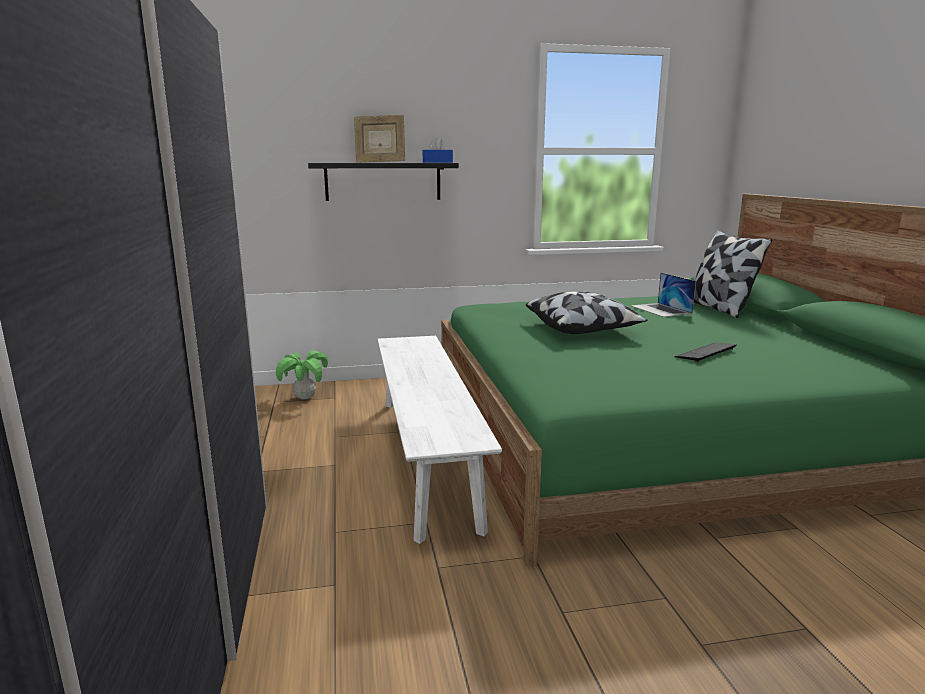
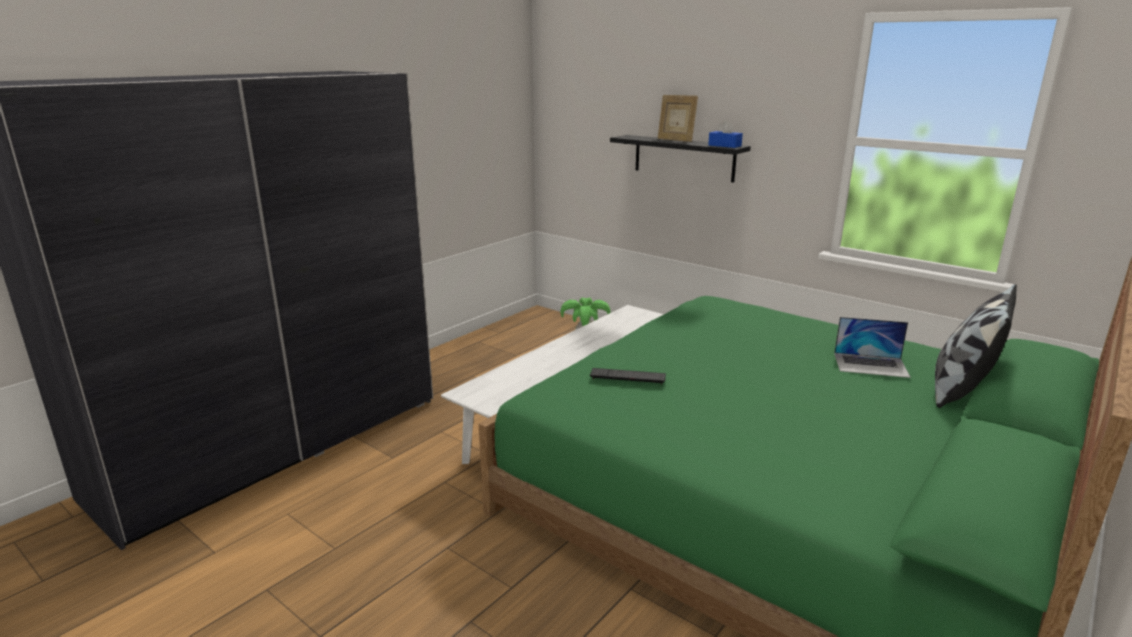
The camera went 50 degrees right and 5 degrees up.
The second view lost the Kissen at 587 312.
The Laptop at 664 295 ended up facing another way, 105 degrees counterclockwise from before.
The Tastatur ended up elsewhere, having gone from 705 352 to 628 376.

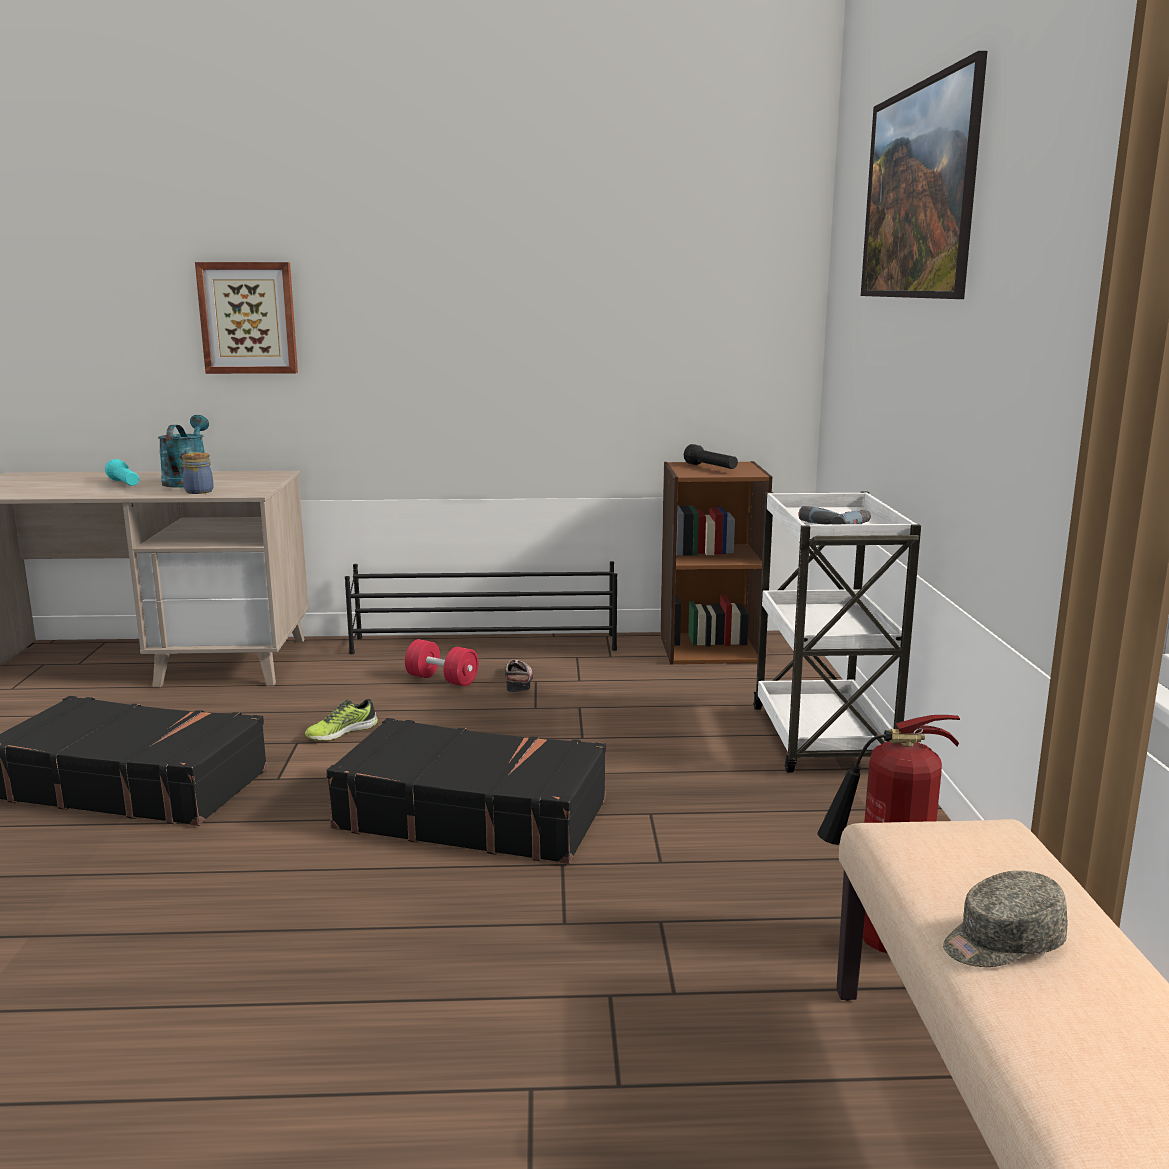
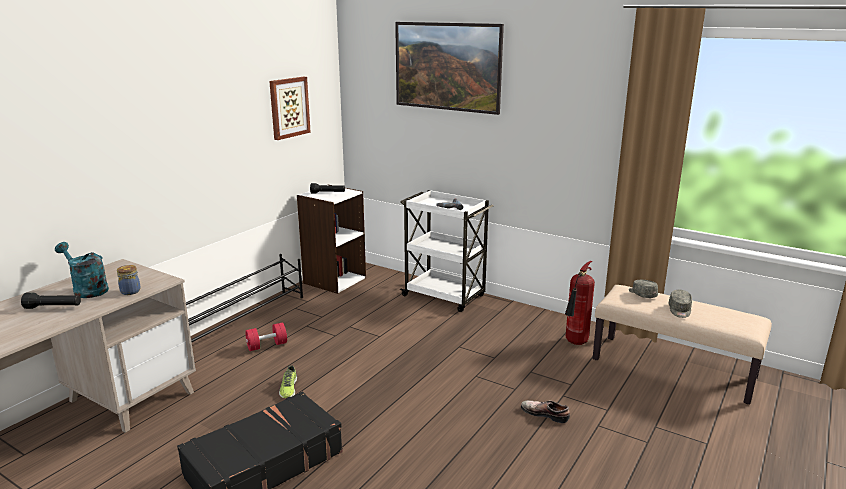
The camera went 55 degrees left and 5 degrees up.
What was the Taschenlampe/türkis at 122 472 turned into the Taschenlampe/schwarz at 51 300.
The Bild ended up elsewhere, having gone from 246 318 to 290 108.
The second view lost the Koffer/schwarz at 466 791.
The Schuh ended up elsewhere, having gone from 519 675 to 545 411.
What was the Bücherregal/braun at 716 563 turned into the Bücherregal/weiß at 331 241.
The second view gained the Kappe/grau at 643 289.

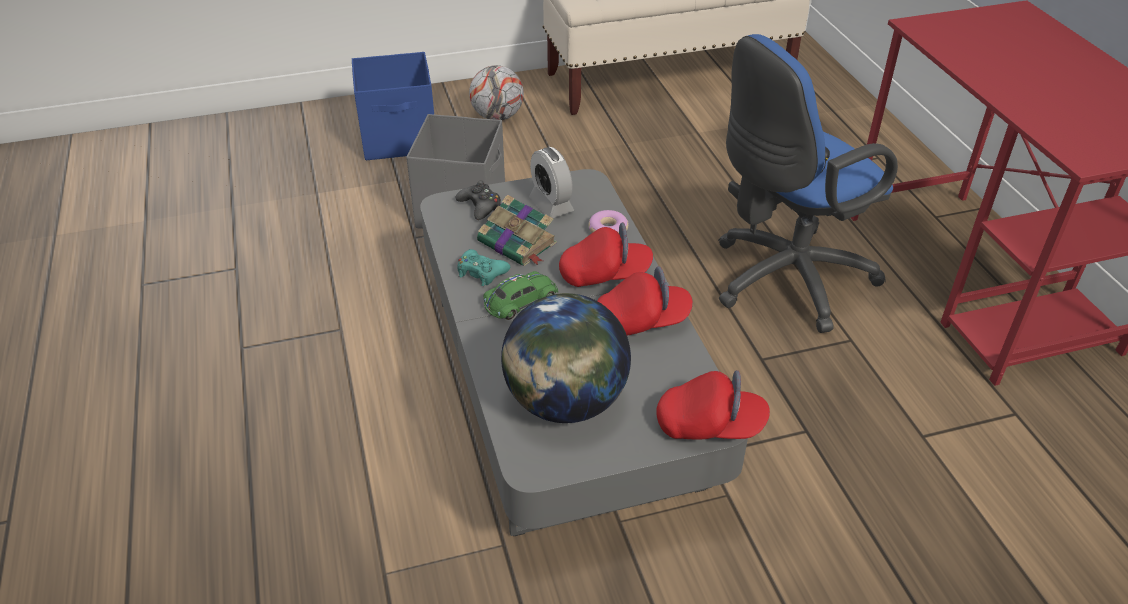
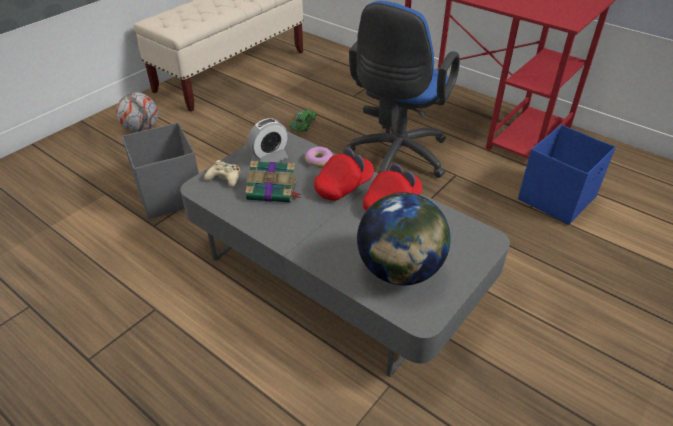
The camera went 35 degrees left and 0 degrees up.
The Aufbewahrungsbox/blau ended up elsewhere, having gone from 393 106 to 567 175.
What was the Gamepad/schwarz at 478 200 turned into the Gamepad/beige at 222 173.
The second view lost the Gamepad/türkis at 483 267.
The Spielzeugauto/grün ended up elsewhere, having gone from 521 295 to 303 121.
The Wecker at 551 182 ended up facing another way, 60 degrees counterclockwise from before.
The second view lost the Kappe/rot at 713 405.

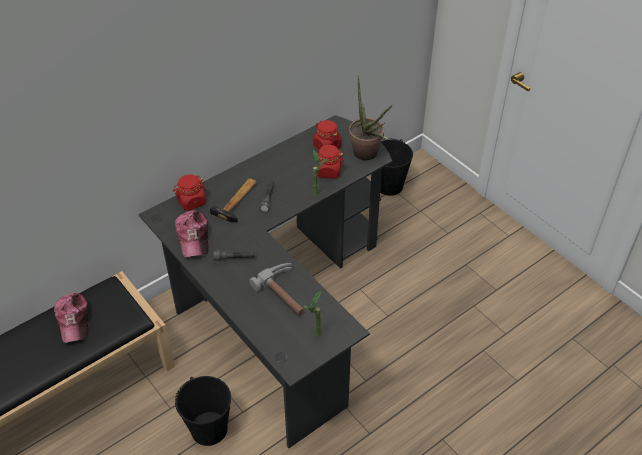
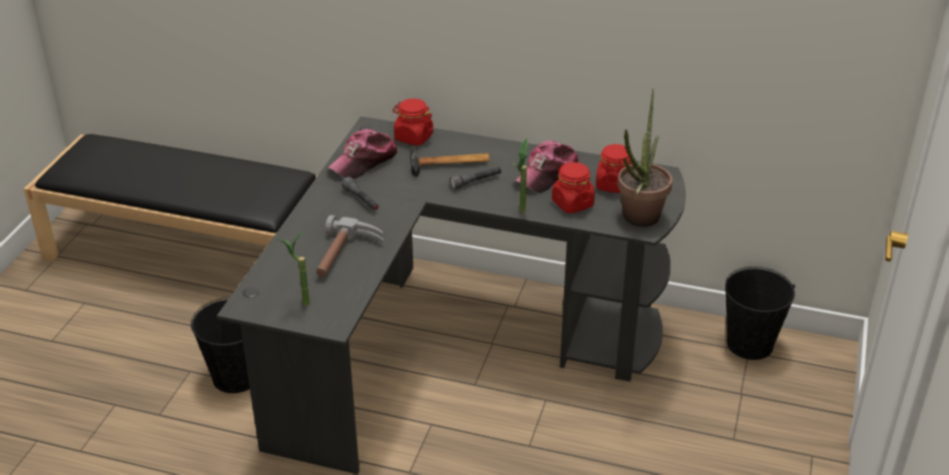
The camera went 55 degrees right and 10 degrees down.
The Kappe ended up elsewhere, having gone from 71 318 to 547 167.

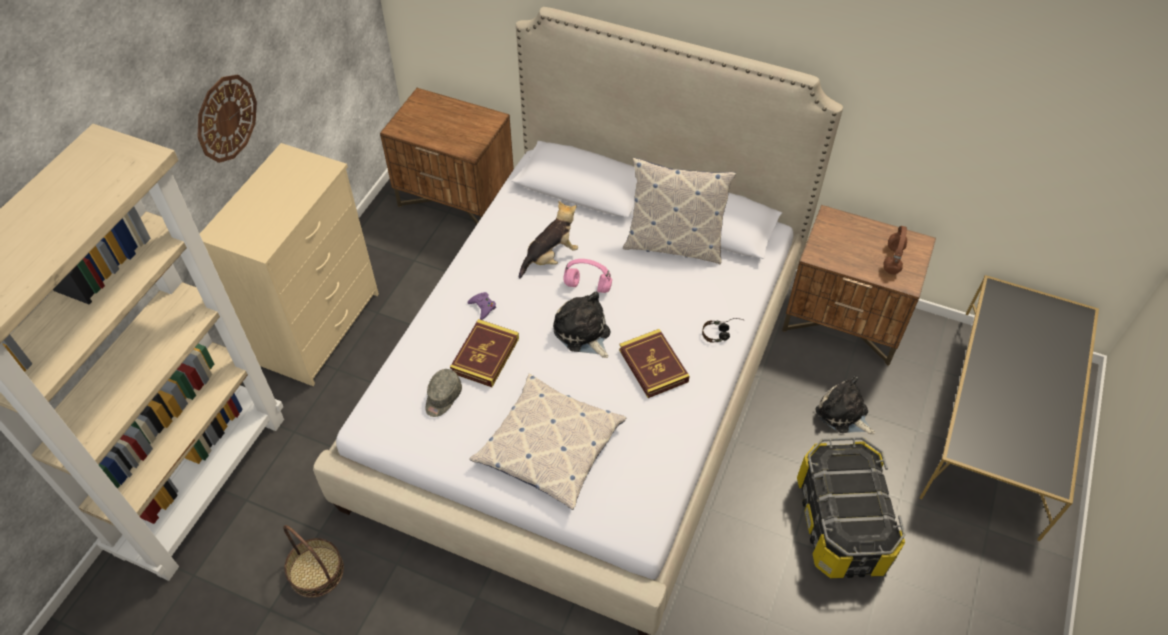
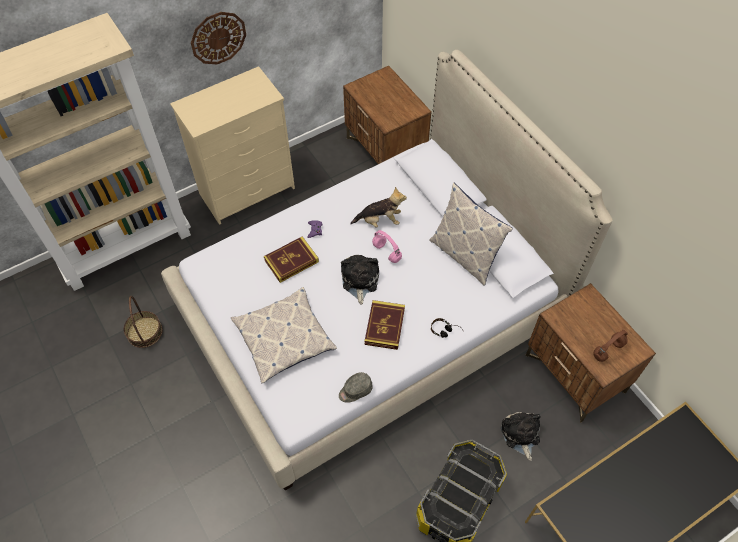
The camera went 35 degrees right and 5 degrees up.
The Kappe/grau ended up elsewhere, having gone from 444 393 to 356 387.

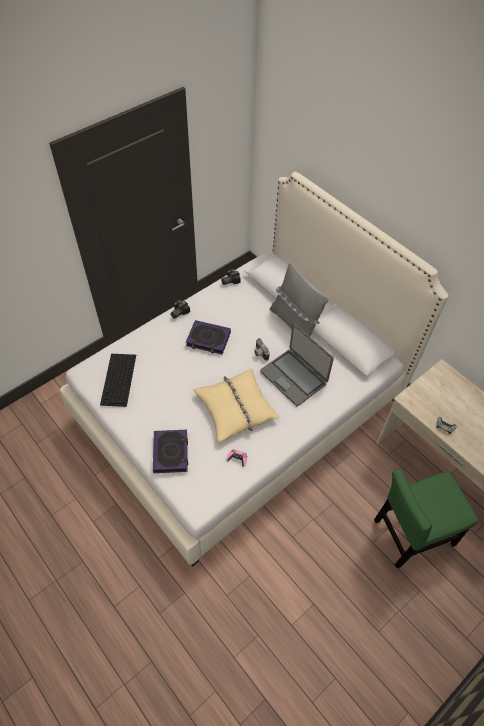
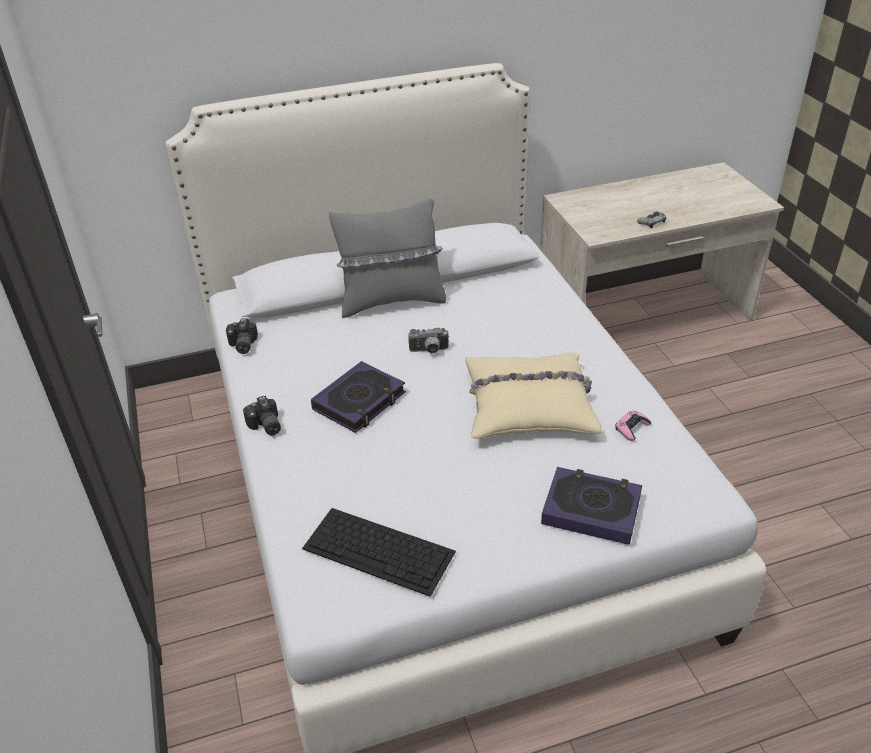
The camera went 65 degrees left and 15 degrees down.
The second view lost the Laptop at 297 365.
The second view lost the Stuhl/grün at 426 518.

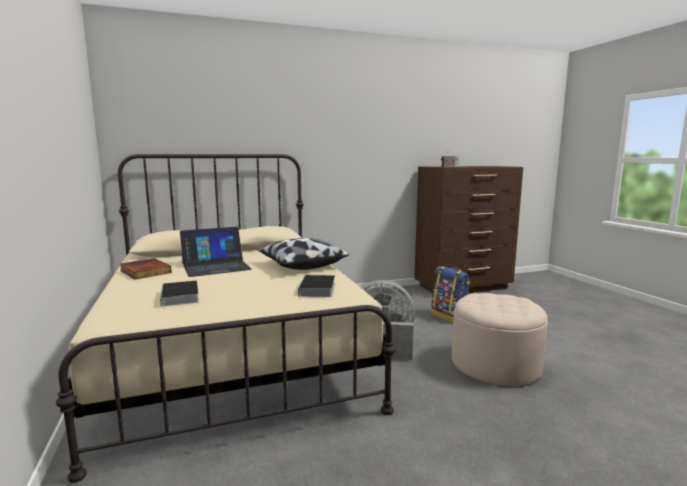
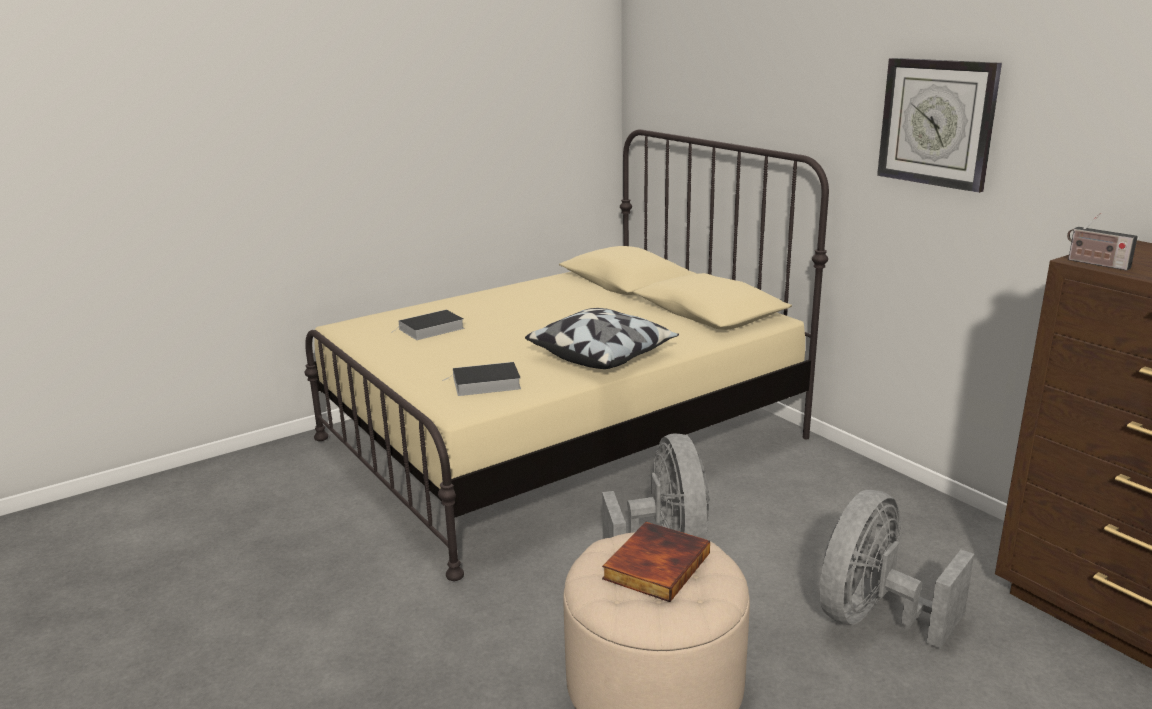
The camera went 75 degrees right and 10 degrees up.
The Buch ended up elsewhere, having gone from 146 269 to 656 562.
The second view lost the Laptop at 216 252.
Where the Rucksack stood at 450 294, the Ventilator/grau came to stand at 897 569.
The second view gained the Wanduhr at 939 125.

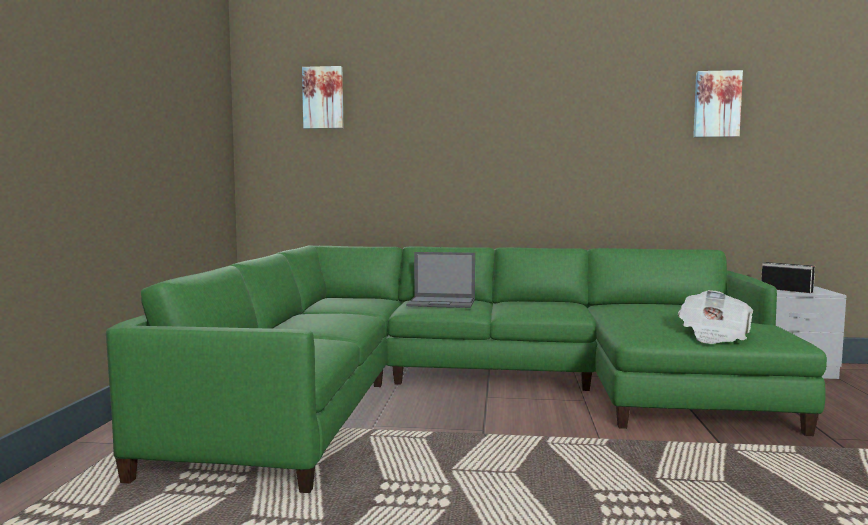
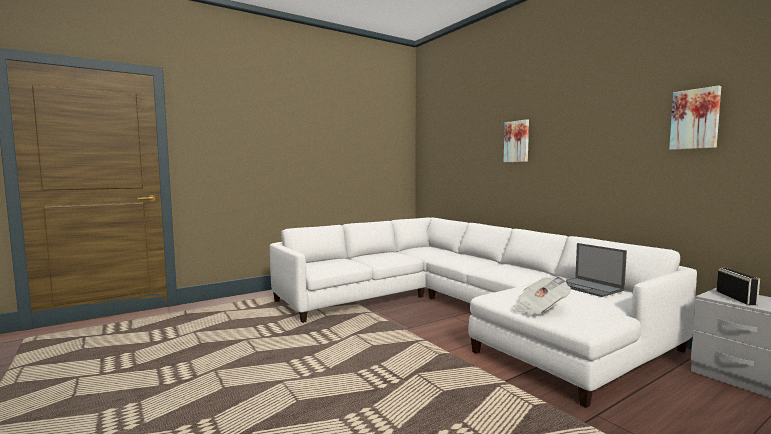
The camera went 50 degrees right and 0 degrees up.
What was the Sofa/grün at 466 369 turned into the Sofa/weiß at 483 312.
The Bild ended up elsewhere, having gone from 322 97 to 516 140.
The Laptop ended up elsewhere, having gone from 440 280 to 596 270.

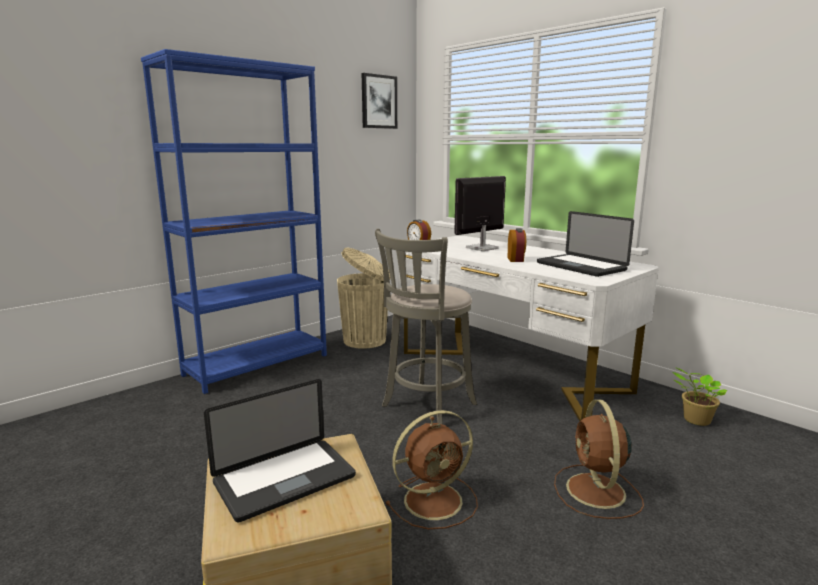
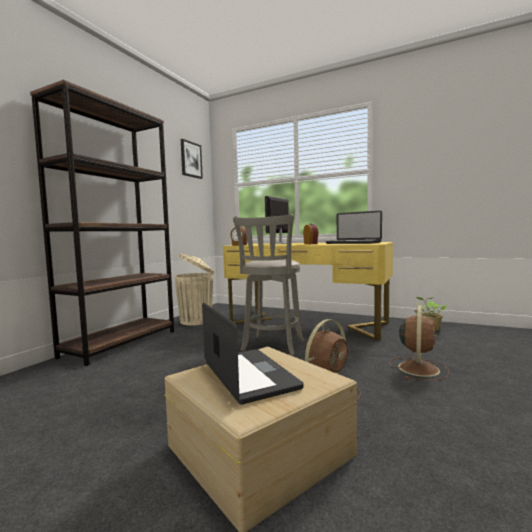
The camera went 20 degrees left and 10 degrees down.
What was the Bücherregal/blau at 234 221 turned into the Bücherregal/braun at 102 223.
The Laptop at 280 450 ended up facing another way, 60 degrees counterclockwise from before.
What was the Schreibtisch/weiß at 528 328 turned into the Schreibtisch/gelb at 308 291.
The Ventilator/braun at 599 459 ended up facing another way, 135 degrees counterclockwise from before.

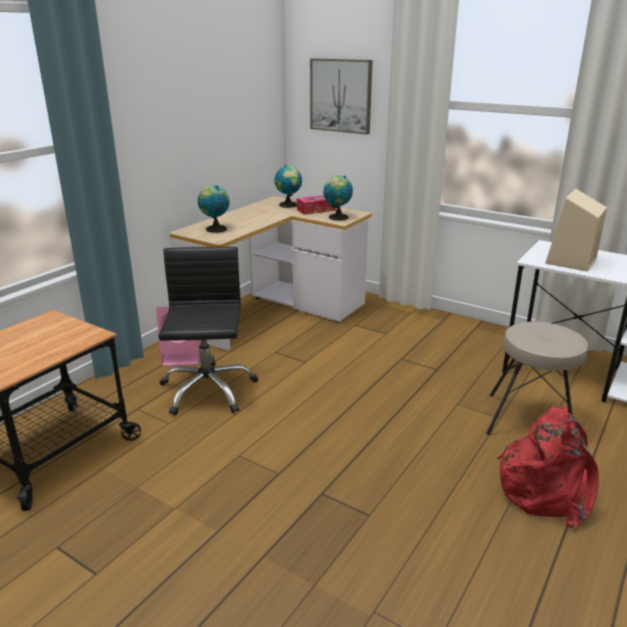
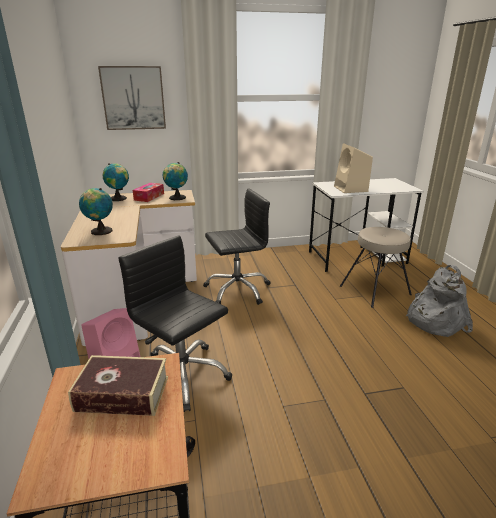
The camera went 45 degrees left and 0 degrees up.
What was the Rucksack/rot at 548 467 turned into the Rucksack/grau at 439 301.
The second view gained the Buch at 118 385.
The second view gained the Bürostuhl/schwarz at 237 246.

